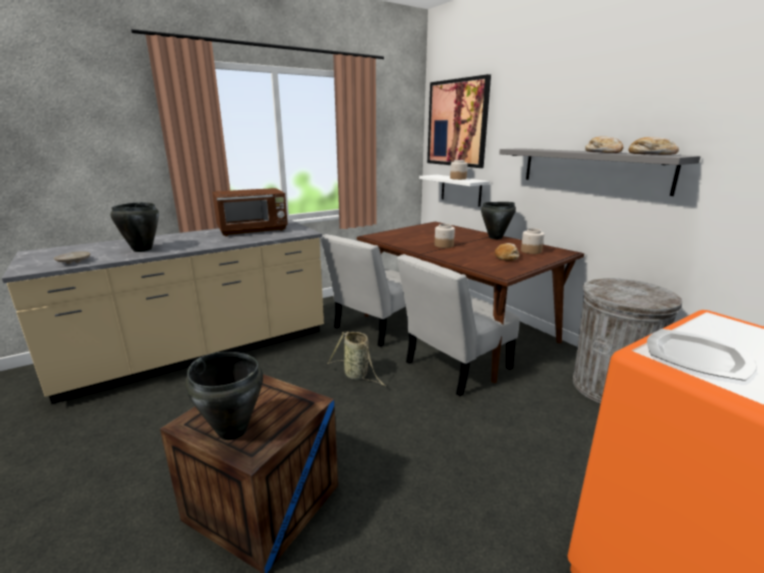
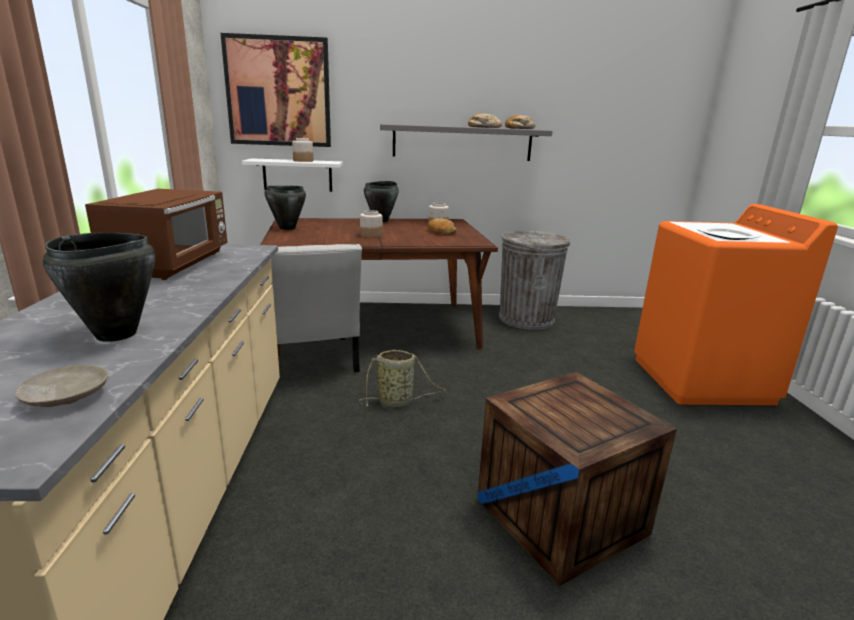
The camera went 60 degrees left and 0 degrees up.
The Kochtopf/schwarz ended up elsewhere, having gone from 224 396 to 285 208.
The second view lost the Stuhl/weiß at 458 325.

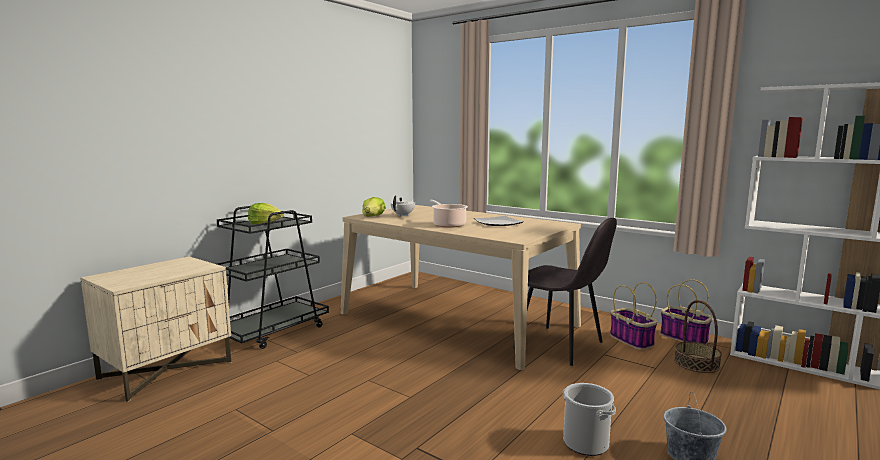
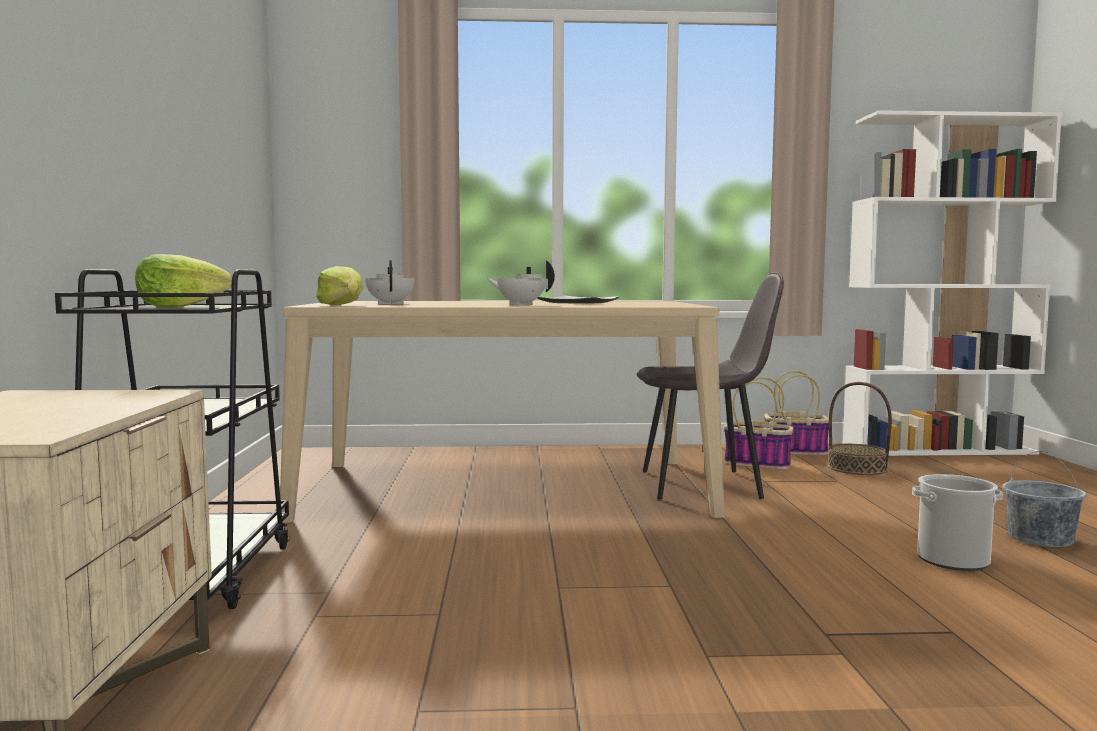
The camera went 40 degrees left and 5 degrees down.
Where the Kochtopf stood at 449 214, the Teekanne/weiß came to stand at 521 282.

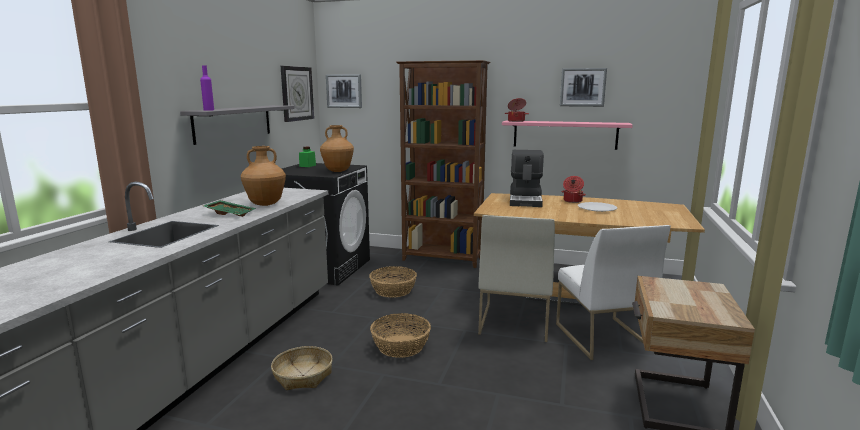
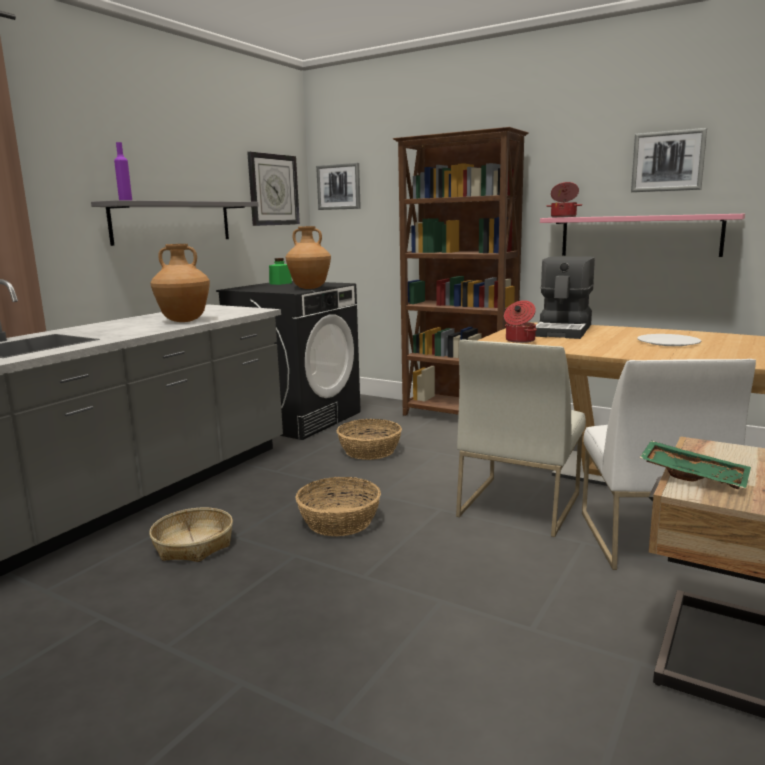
The camera went 15 degrees right and 0 degrees up.
The Tablett/grün ended up elsewhere, having gone from 229 208 to 695 465.
The Kochtopf ended up elsewhere, having gone from 573 189 to 520 321.

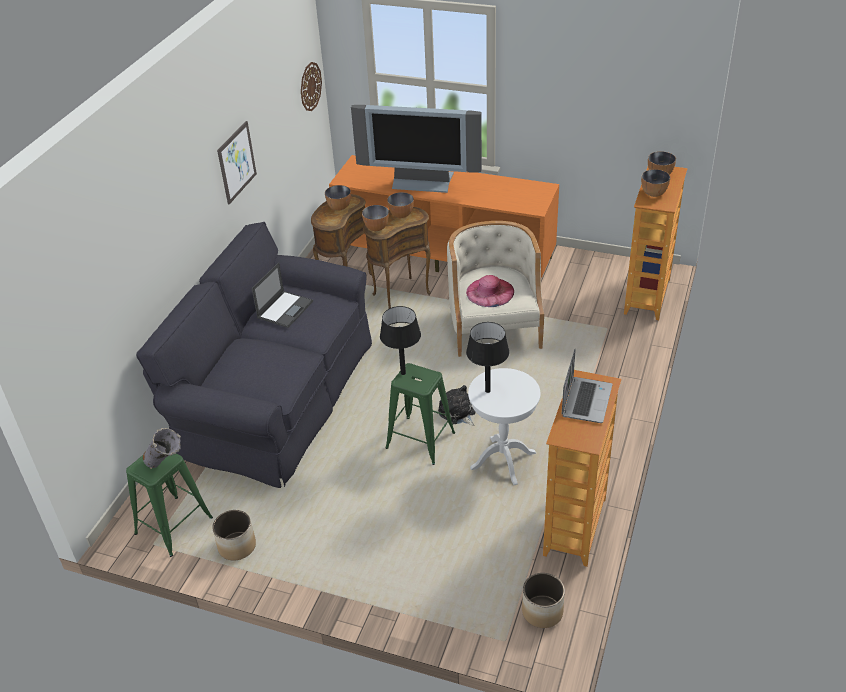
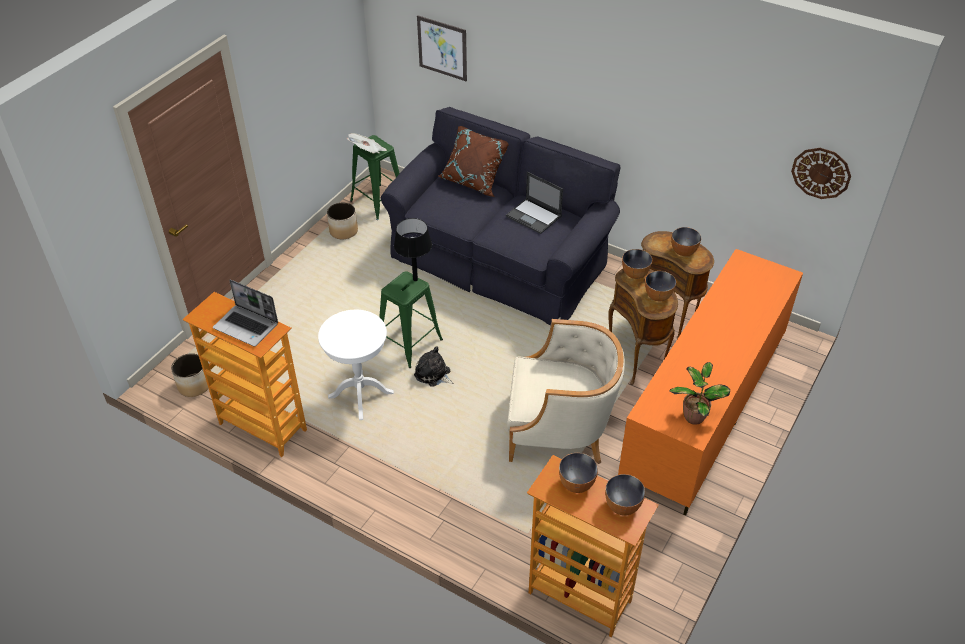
The camera went 100 degrees right and 5 degrees up.
Where the Vase/grau stood at 162 448, the Zeitung came to stand at 367 143.
The Bild ended up elsewhere, having gone from 237 162 to 442 48.
The second view lost the Fernseher at 416 149.
The Plüschtier at 456 405 ended up facing another way, 120 degrees counterclockwise from before.
The second view lost the Hut/rosa at 490 291.
The second view lost the Tischlampe/schwarz at 487 357.
The second view gained the Kissen/braun at 474 161.
The second view gained the Topfpflanze at 699 393.

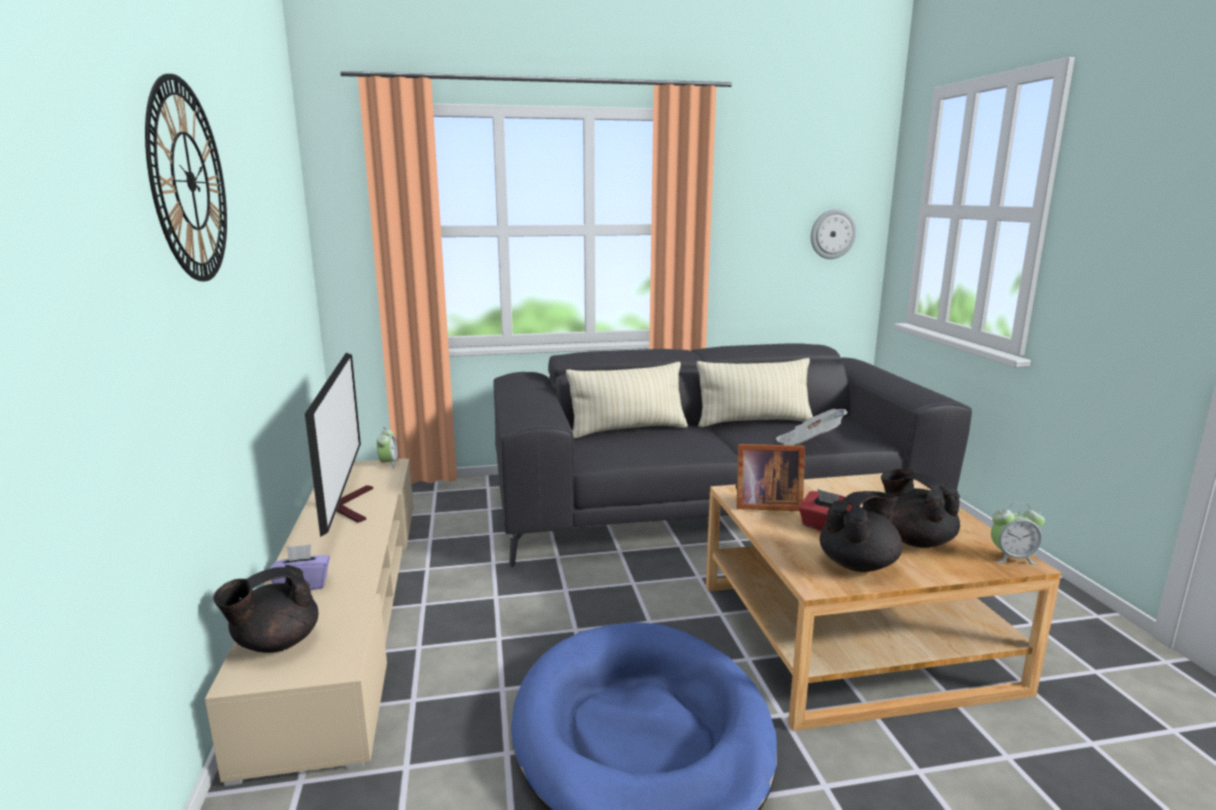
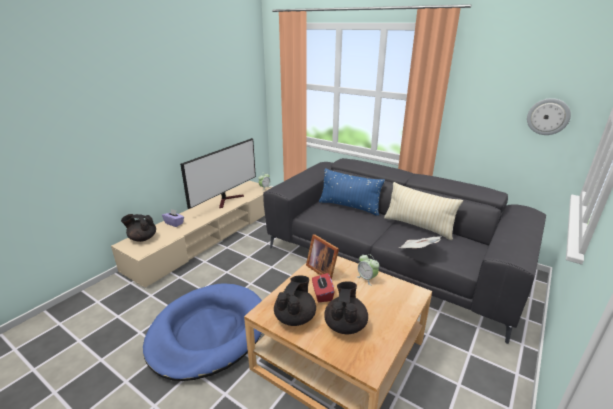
The camera went 45 degrees right and 10 degrees up.
The second view lost the Wanduhr at 186 177.
What was the Kissen/beige at 627 400 turned into the Kissen/blau at 352 192.
The Teekanne/schwarz at 861 531 ended up facing another way, 75 degrees counterclockwise from before.
The Wecker ended up elsewhere, having gone from 1018 533 to 368 270.

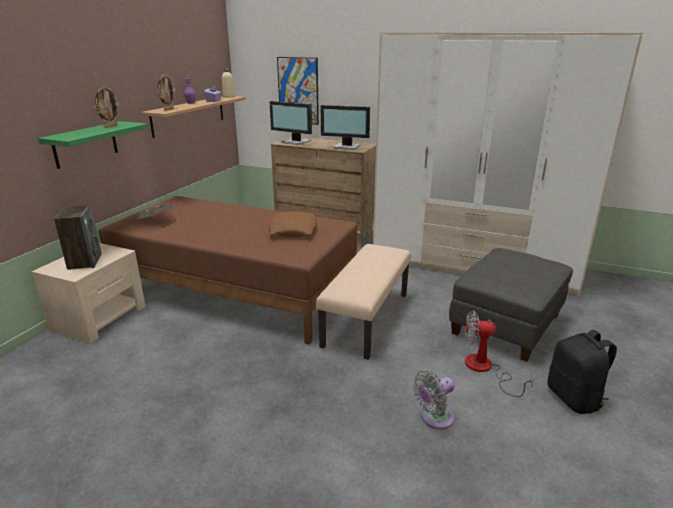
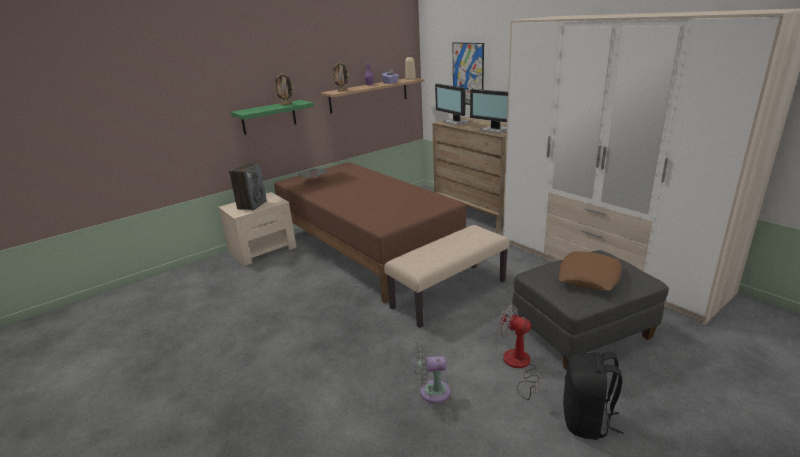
The camera went 30 degrees right and 0 degrees up.
The Kissen/braun ended up elsewhere, having gone from 293 224 to 589 271.

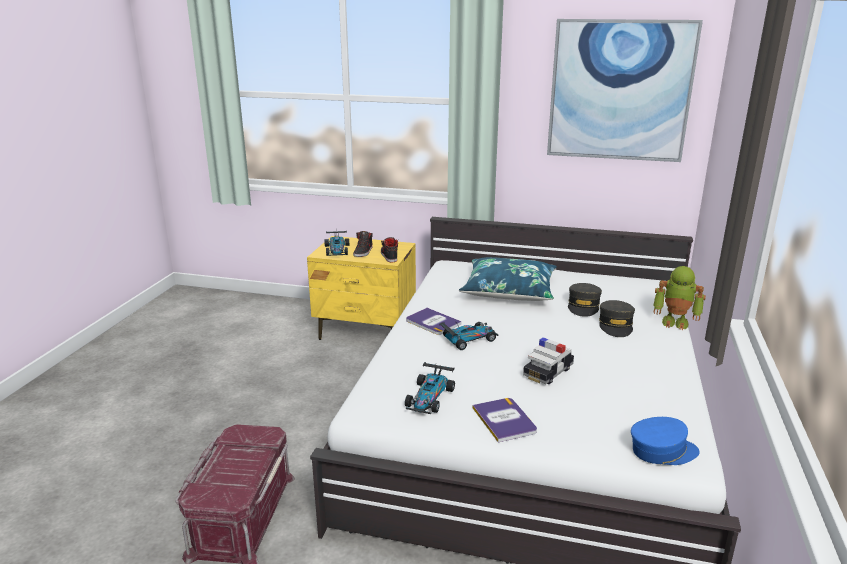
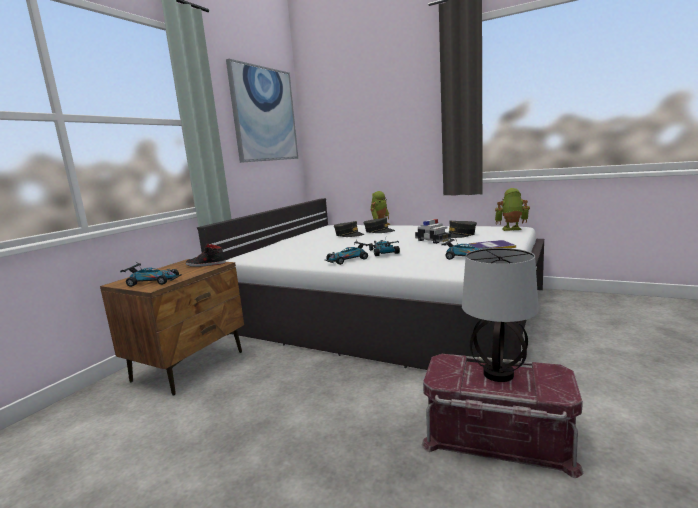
The camera went 75 degrees left and 10 degrees down.
What was the Nachttisch/gelb at 361 288 turned into the Nachttisch/braun at 172 327.
The second view lost the Schuh/schwarz at 363 244.
Where the Buch stood at 434 321, the Spielzeugauto came to stand at 347 253.
The second view lost the Kissen/blau at 508 279.
Where the Kappe/blau stood at 665 441, the Spielzeugroboter came to stand at 512 209.
The second view gained the Kappe/grau at 463 229.
The second view gained the Tischlampe at 500 315.

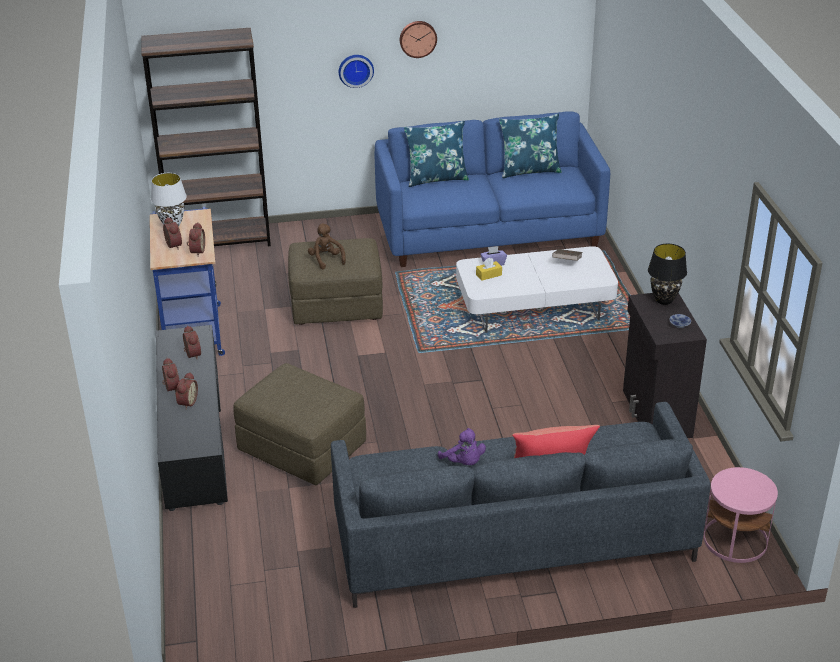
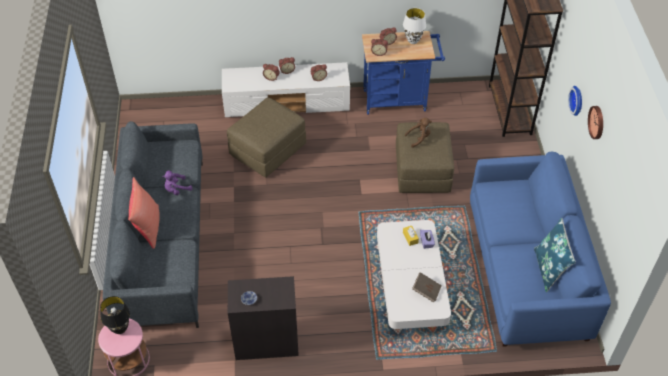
The camera went 95 degrees right and 15 degrees up.
What was the Fernsehschrank/schwarz at 192 418 turned into the Fernsehschrank/weiß at 286 89.
The second view lost the Kissen/blau at 436 154.
The Tischlampe/schwarz ended up elsewhere, having gone from 667 274 to 115 315.

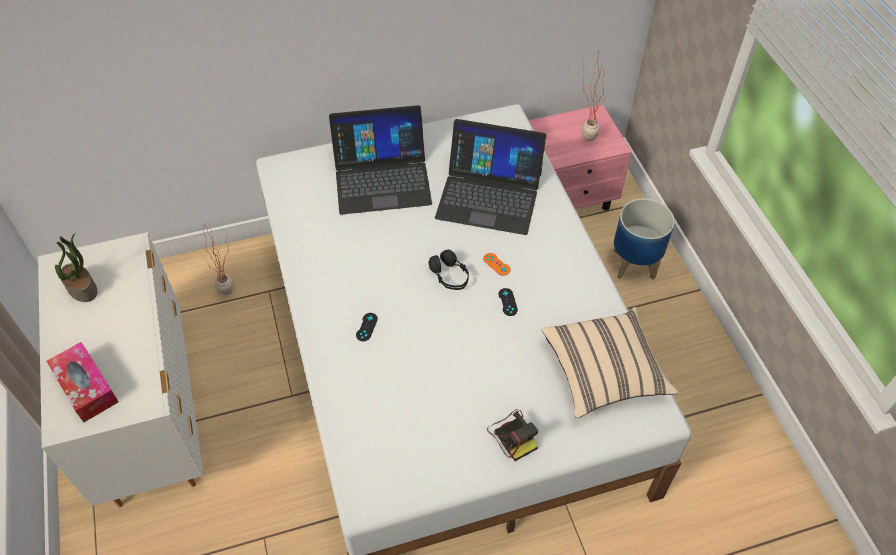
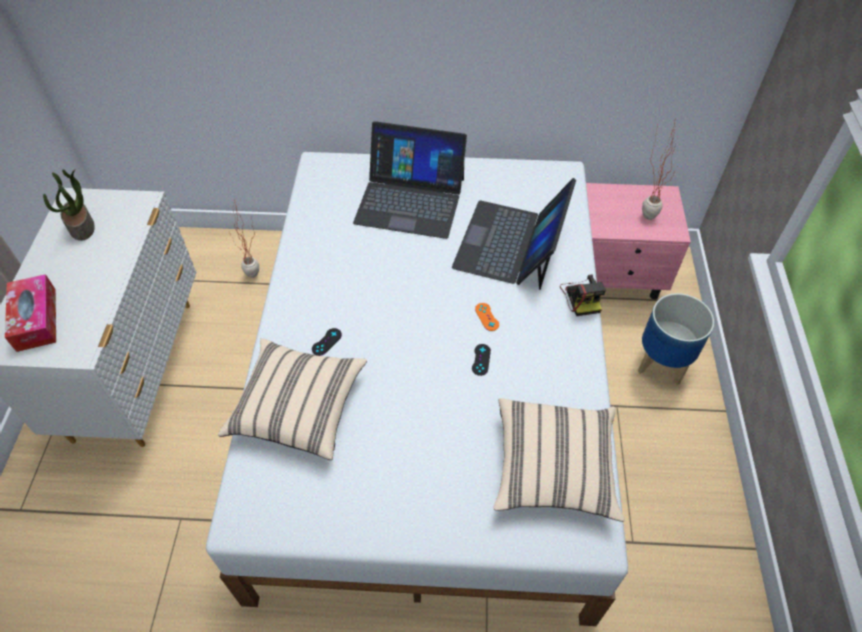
The camera went 20 degrees right and 0 degrees up.
The second view lost the Kopfhörer/schwarz at 448 270.
The Laptop at 491 177 ended up facing another way, 75 degrees clockwise from before.
The Kamera ended up elsewhere, having gone from 512 435 to 583 295.
The second view gained the Kissen/beige at 292 399.

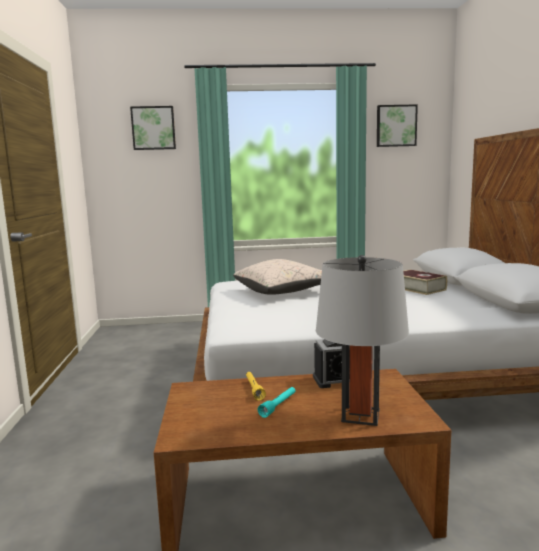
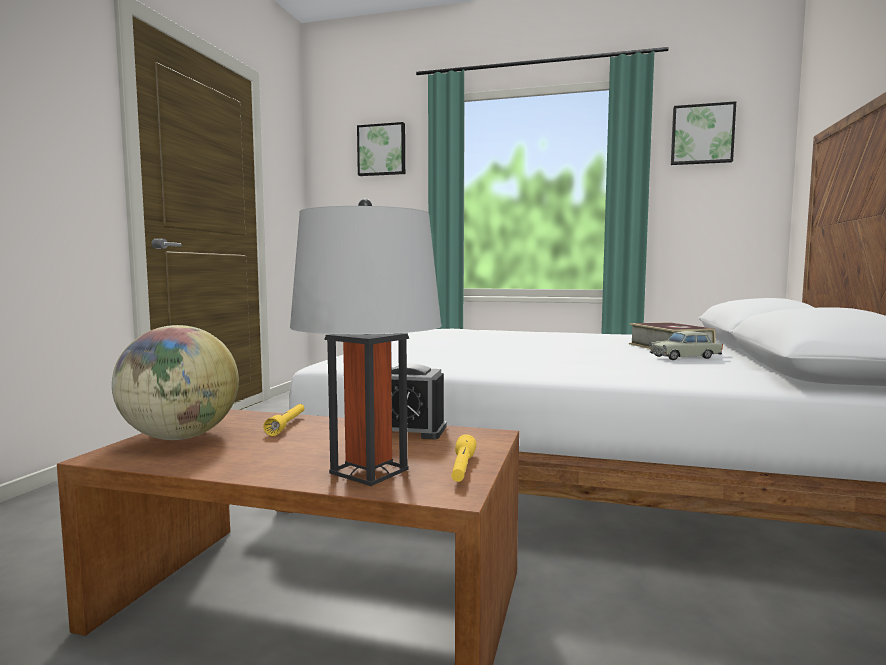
The camera went 20 degrees right and 5 degrees down.
The second view lost the Kissen/beige at 277 277.
The second view lost the Taschenlampe/türkis at 277 402.
The second view gained the Globus at 175 382.
The second view gained the Taschenlampe/gelb at 464 458.
The second view gained the Spielzeugauto/beige at 686 345.

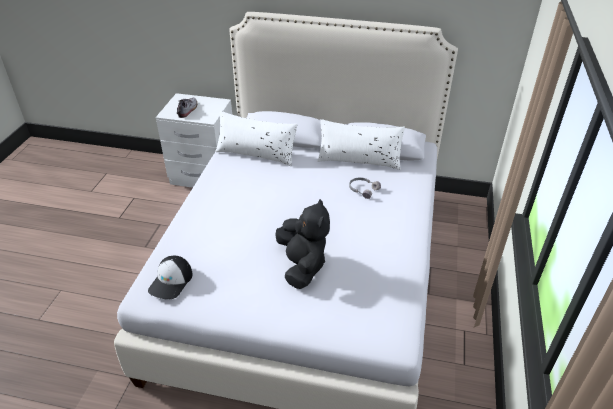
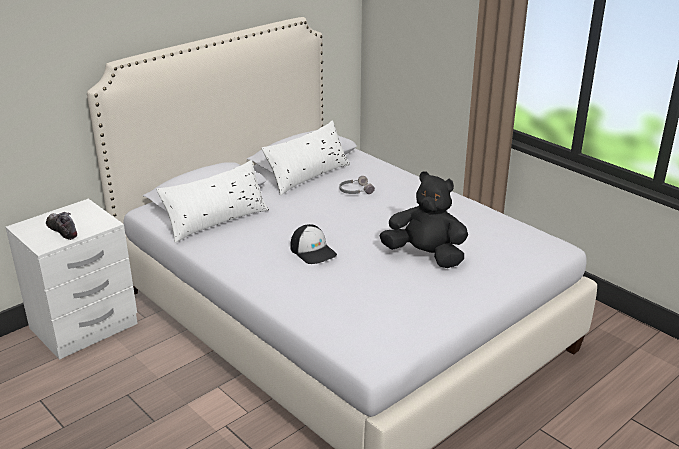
The camera went 55 degrees left and 10 degrees down.
The Kappe ended up elsewhere, having gone from 170 278 to 313 244.

